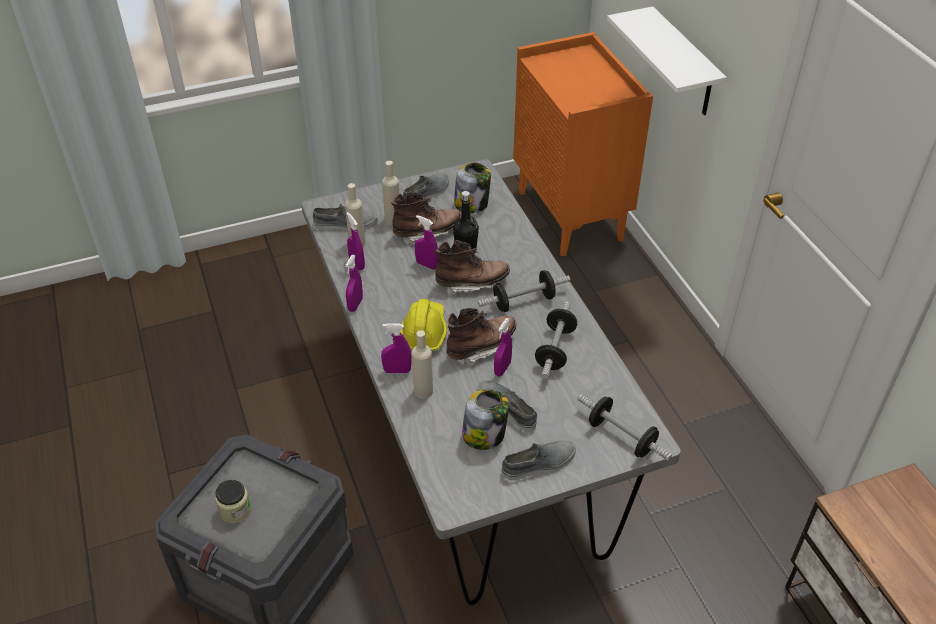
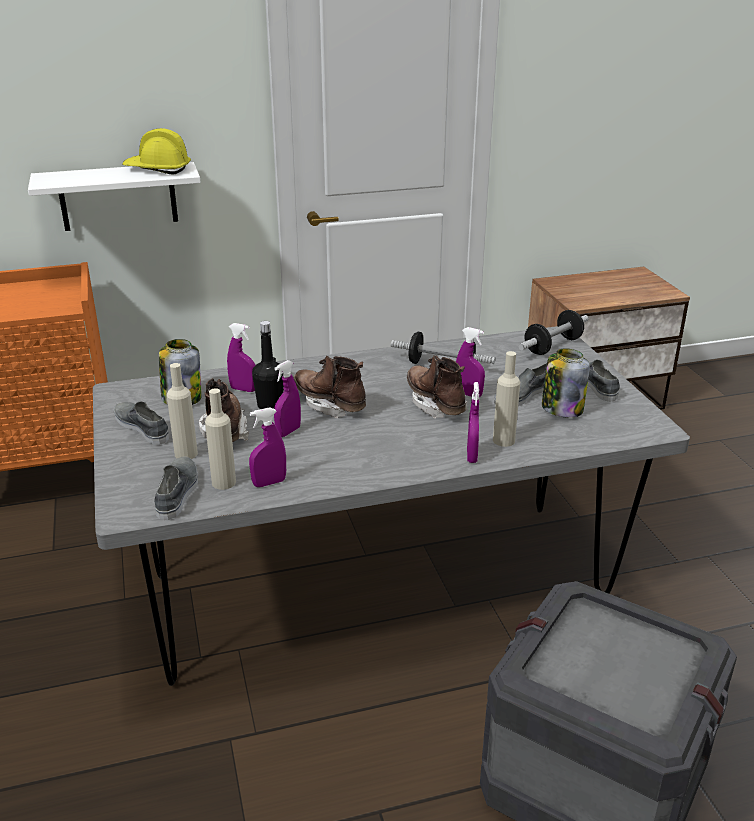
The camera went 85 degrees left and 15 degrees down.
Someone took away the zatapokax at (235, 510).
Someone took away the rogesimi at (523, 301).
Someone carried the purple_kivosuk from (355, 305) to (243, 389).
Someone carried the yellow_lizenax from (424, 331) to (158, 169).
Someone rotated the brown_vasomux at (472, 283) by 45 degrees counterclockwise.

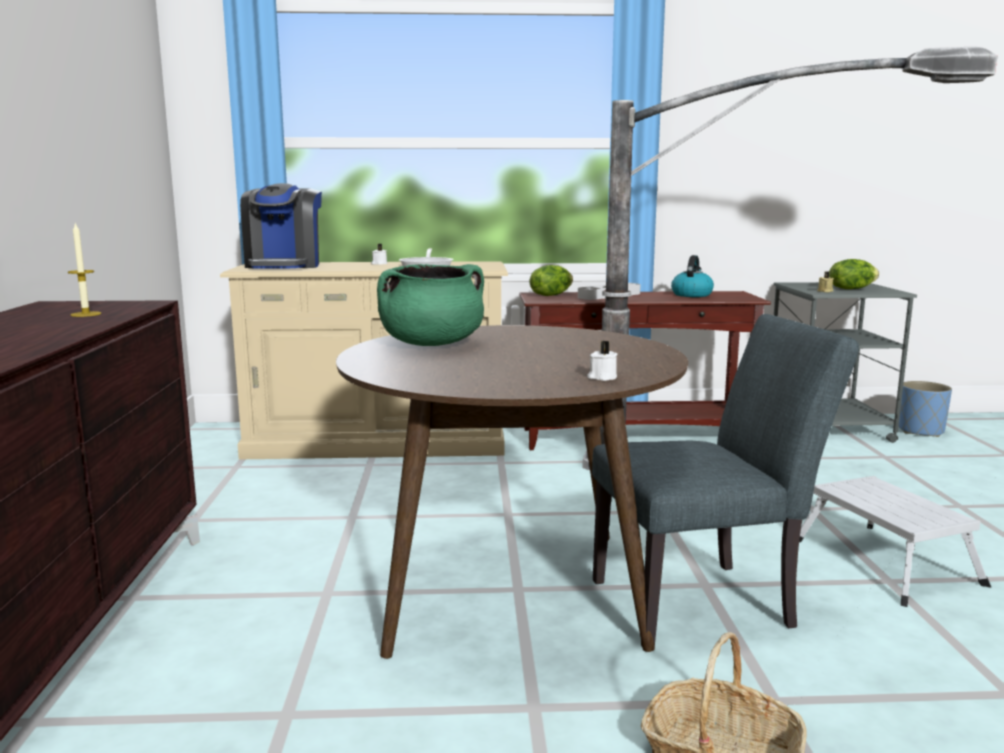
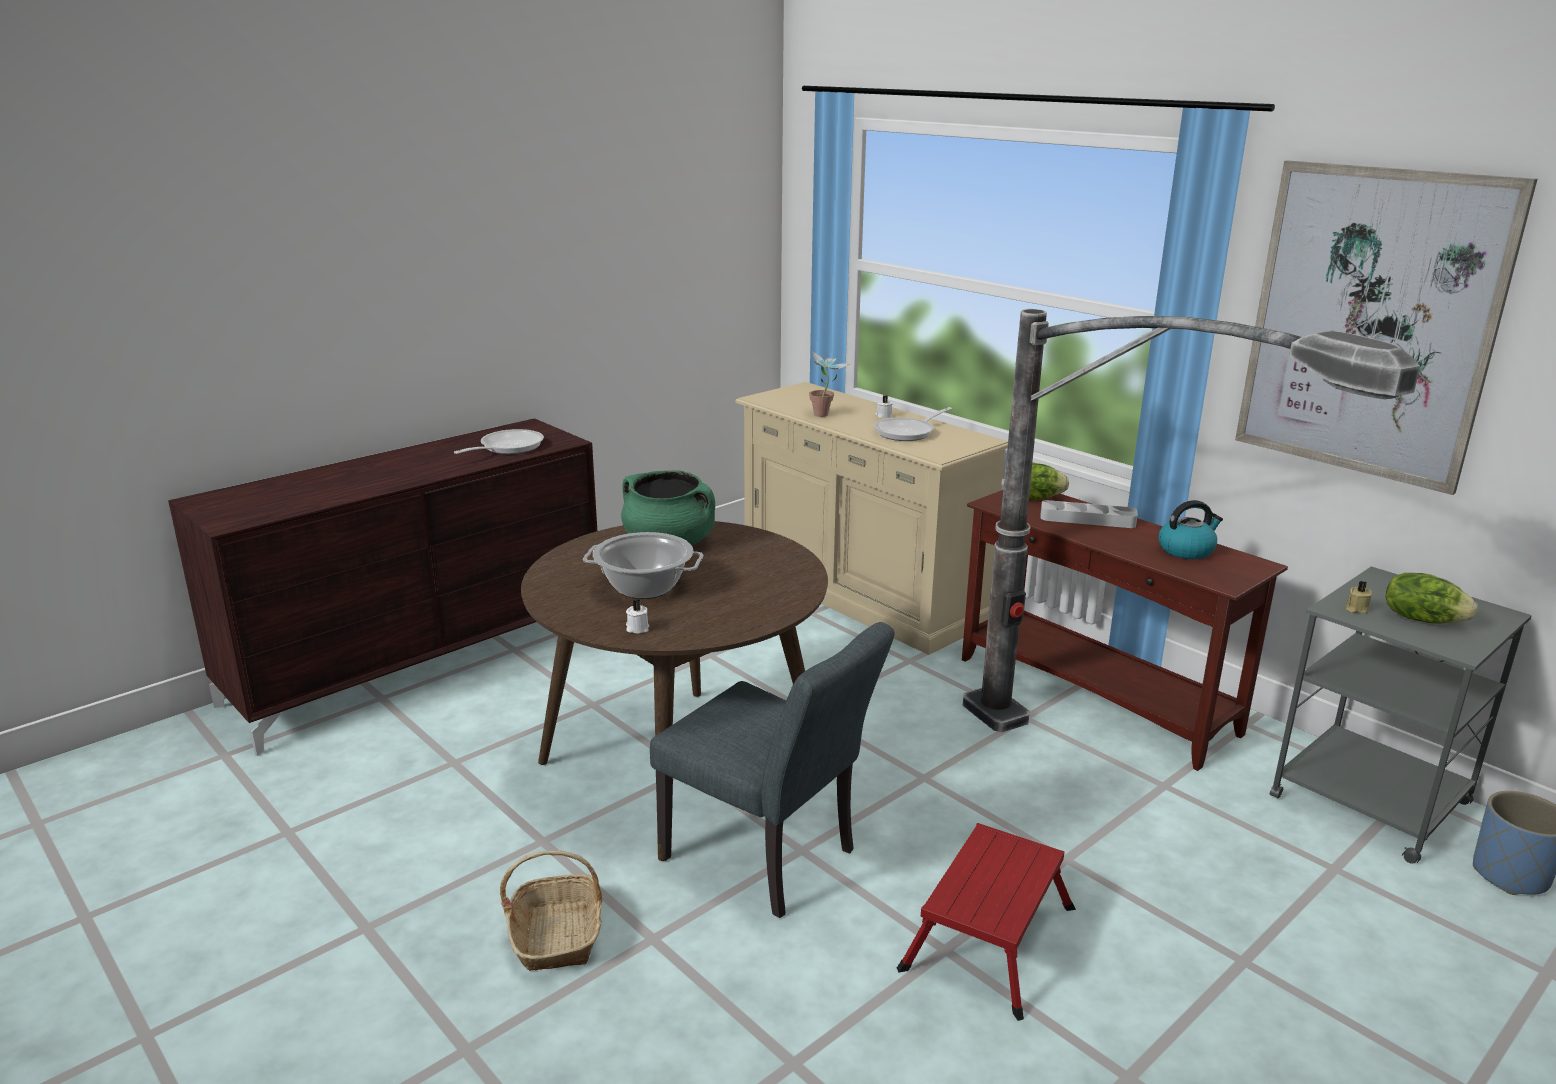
The camera went 50 degrees right and 10 degrees up.
Someone took away the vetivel at (284, 266).
Someone put down the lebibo at (644, 587).
Someone put down the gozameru at (825, 416).
Someone put up the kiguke at (1370, 323).
Someone swapped the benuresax at (86, 314) for the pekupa at (507, 448).
Someone repainted the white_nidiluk at (886, 562), which became the red_nidiluk at (988, 938).

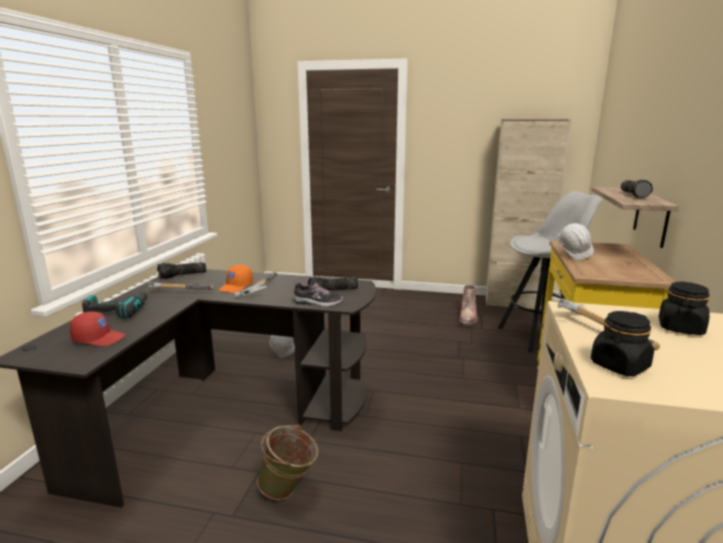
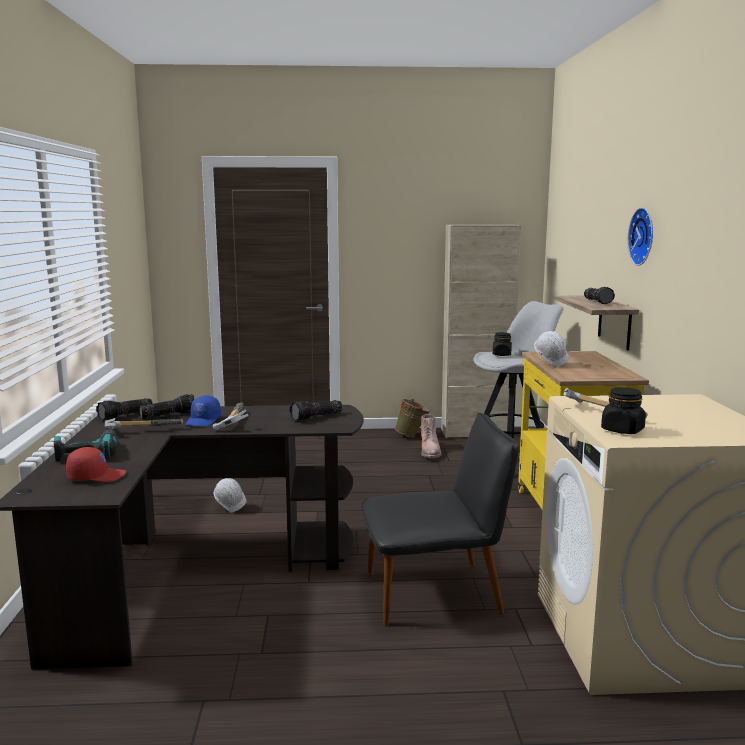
The camera went 15 degrees left and 5 degrees down.
Someone took away the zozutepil at (317, 303).
Someone put down the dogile at (168, 415).
Someone put down the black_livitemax at (432, 592).
Someone put up the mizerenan at (644, 236).
Someone carried the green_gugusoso from (289, 491) to (412, 436).
Someone carried the black_zatapokax from (680, 328) to (501, 354).
Someone repainted the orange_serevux at (236, 287), which became the blue_serevux at (203, 421).

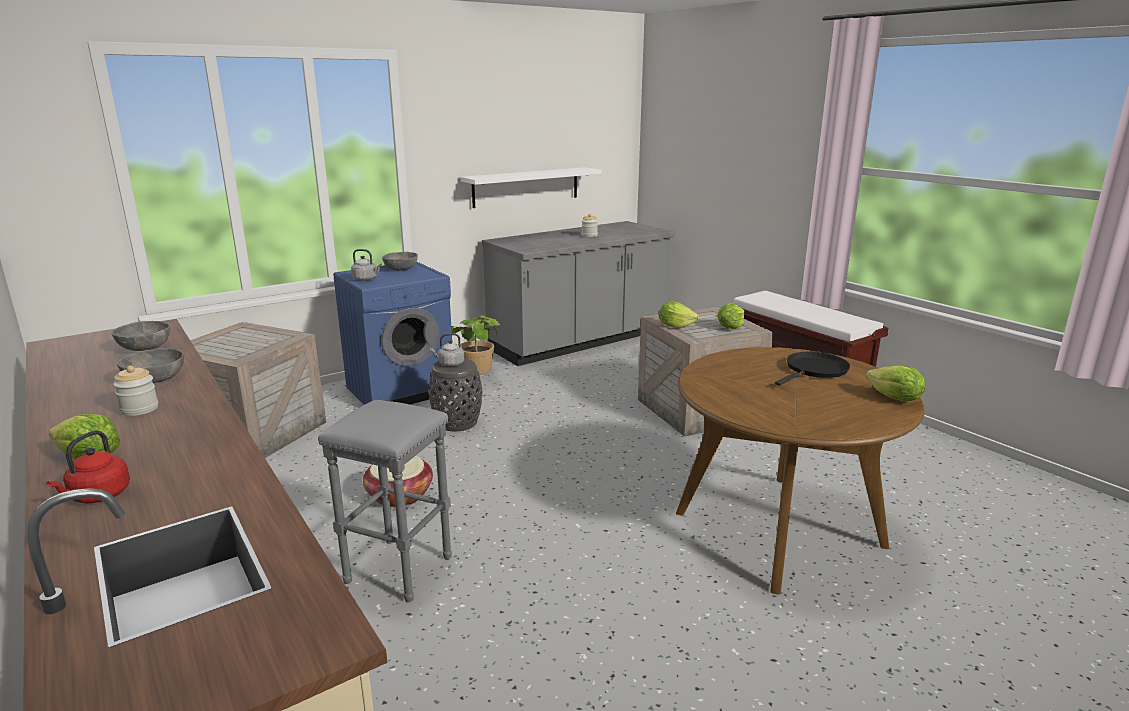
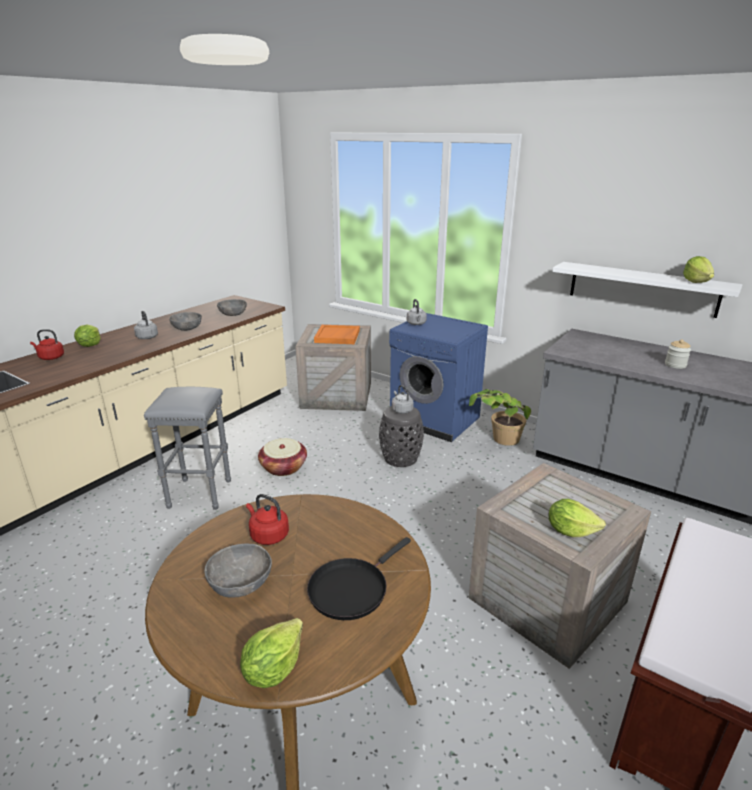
The camera went 70 degrees right and 5 degrees up.
Someone put down the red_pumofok at (268, 535).
Someone put down the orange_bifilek at (337, 336).
Someone carried the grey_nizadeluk from (401, 269) to (241, 584).
Someone carried the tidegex from (675, 326) to (696, 282).
Someone swapped the zatapokax at (139, 409) for the grey_pumofok at (147, 337).
Someone rotated the black_pekupa at (814, 370) by 105 degrees clockwise.

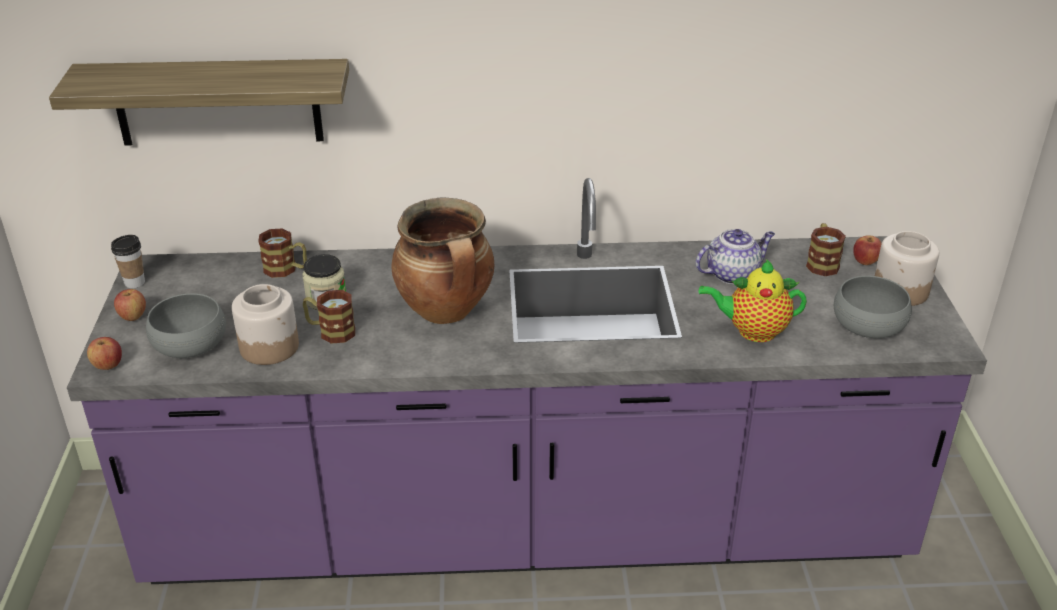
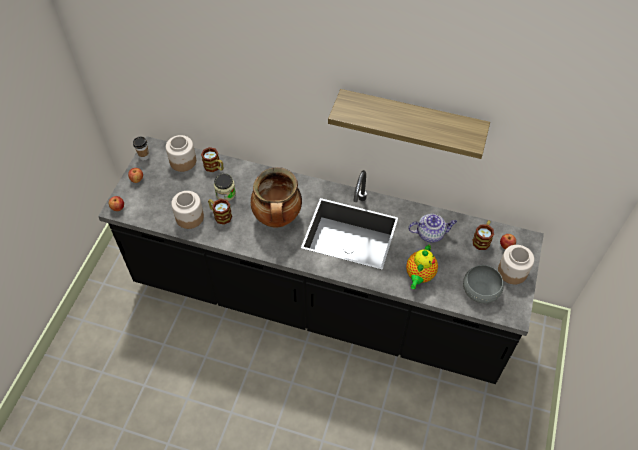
The camera went 20 degrees right and 20 degrees up.
Someone took away the grey_nizadeluk at (190, 344).
Someone put down the zatapokax at (182, 161).
Someone carried the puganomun from (217, 102) to (411, 122).
Someone repainted the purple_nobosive at (528, 528), which became the black_nobosive at (319, 302).
Someone rotated the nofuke at (752, 331) by 90 degrees counterclockwise.

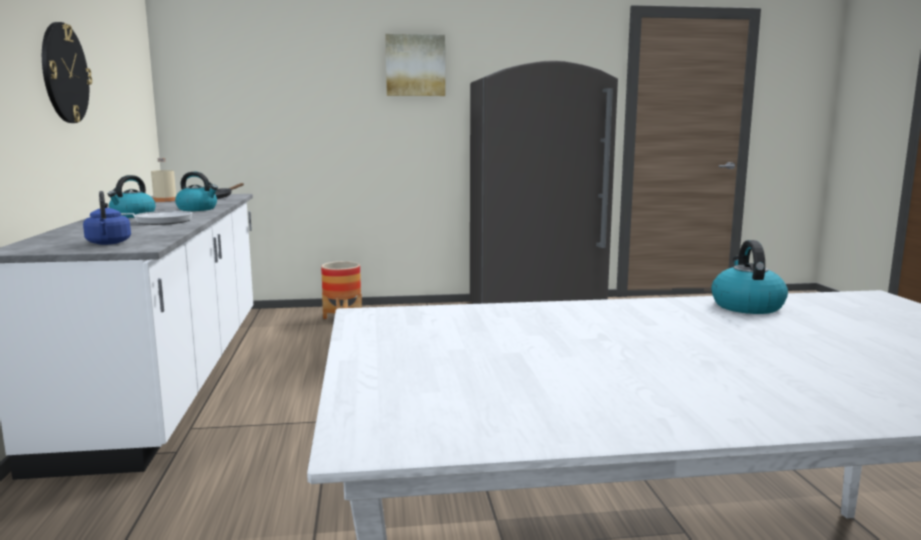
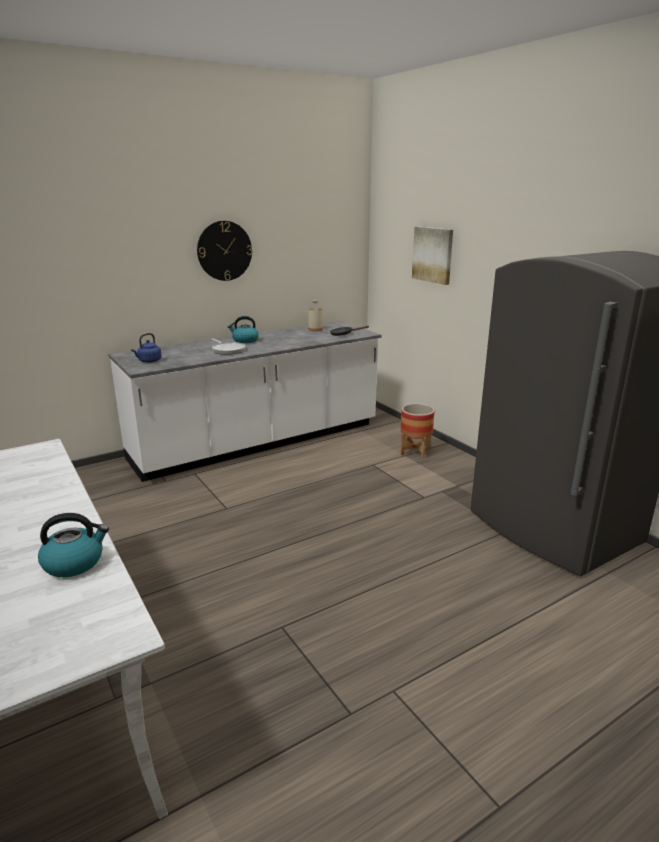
The camera went 65 degrees right and 10 degrees up.
Someone took away the pumofok at (198, 209).
Someone carried the kiguke from (415, 65) to (433, 255).

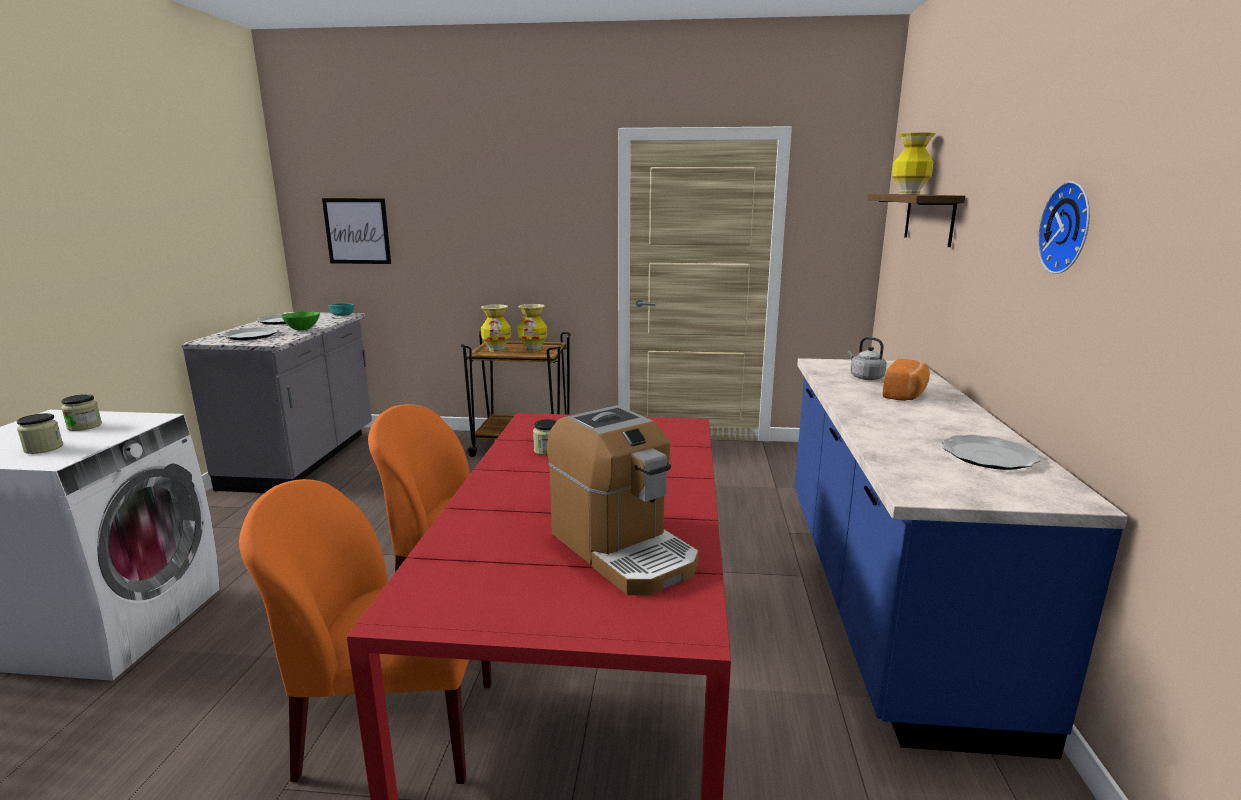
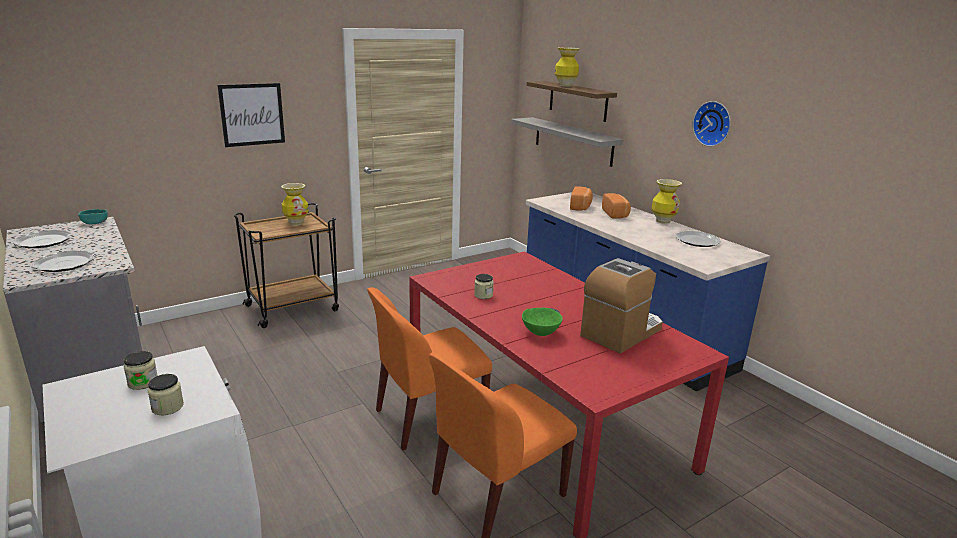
The camera went 40 degrees left and 5 degrees up.
Someone put up the grey_puganomun at (573, 141).
Someone carried the green_nizadeluk from (303, 329) to (541, 333).
Someone carried the kiguke from (357, 231) to (252, 114).
Someone carried the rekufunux from (497, 350) to (663, 221).
Someone swapped the grey_pumofok at (865, 377) for the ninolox at (581, 207).
Someone rotated the vetivel at (622, 550) by 60 degrees counterclockwise.

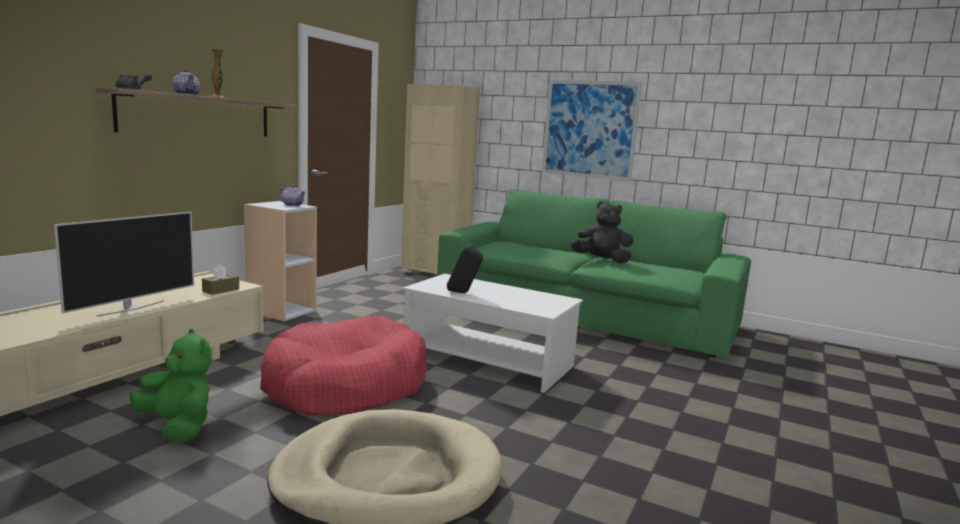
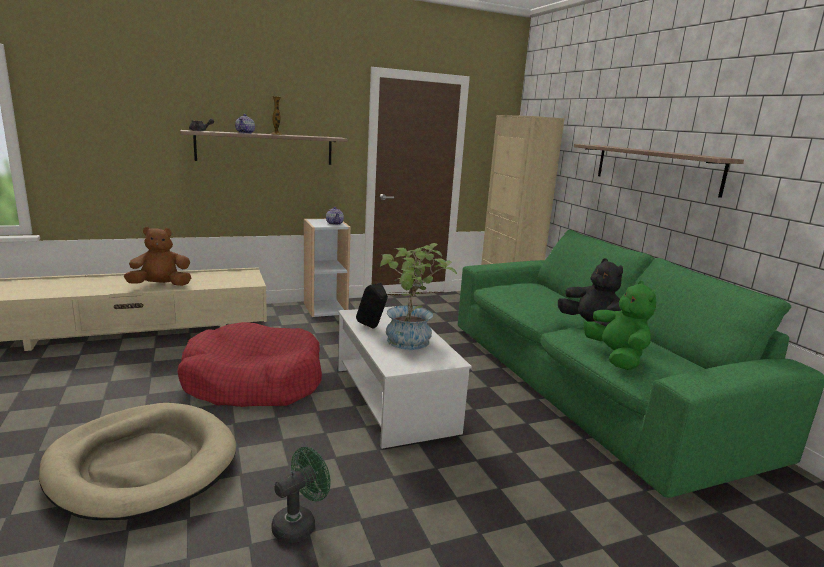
The camera went 40 degrees right and 5 degrees up.
Someone took away the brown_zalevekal at (221, 290).
Someone put down the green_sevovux at (299, 524).
Someone put down the gozameru at (410, 343).
Someone carried the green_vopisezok from (178, 427) to (616, 357).
Someone swapped the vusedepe at (131, 308) for the brown_vopisezok at (161, 285).
Someone swapped the kiguke at (589, 129) for the puganomun at (655, 168).

